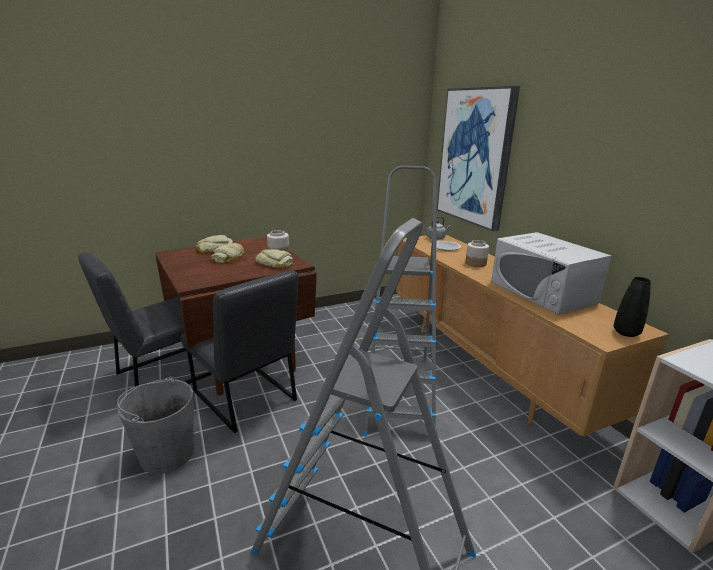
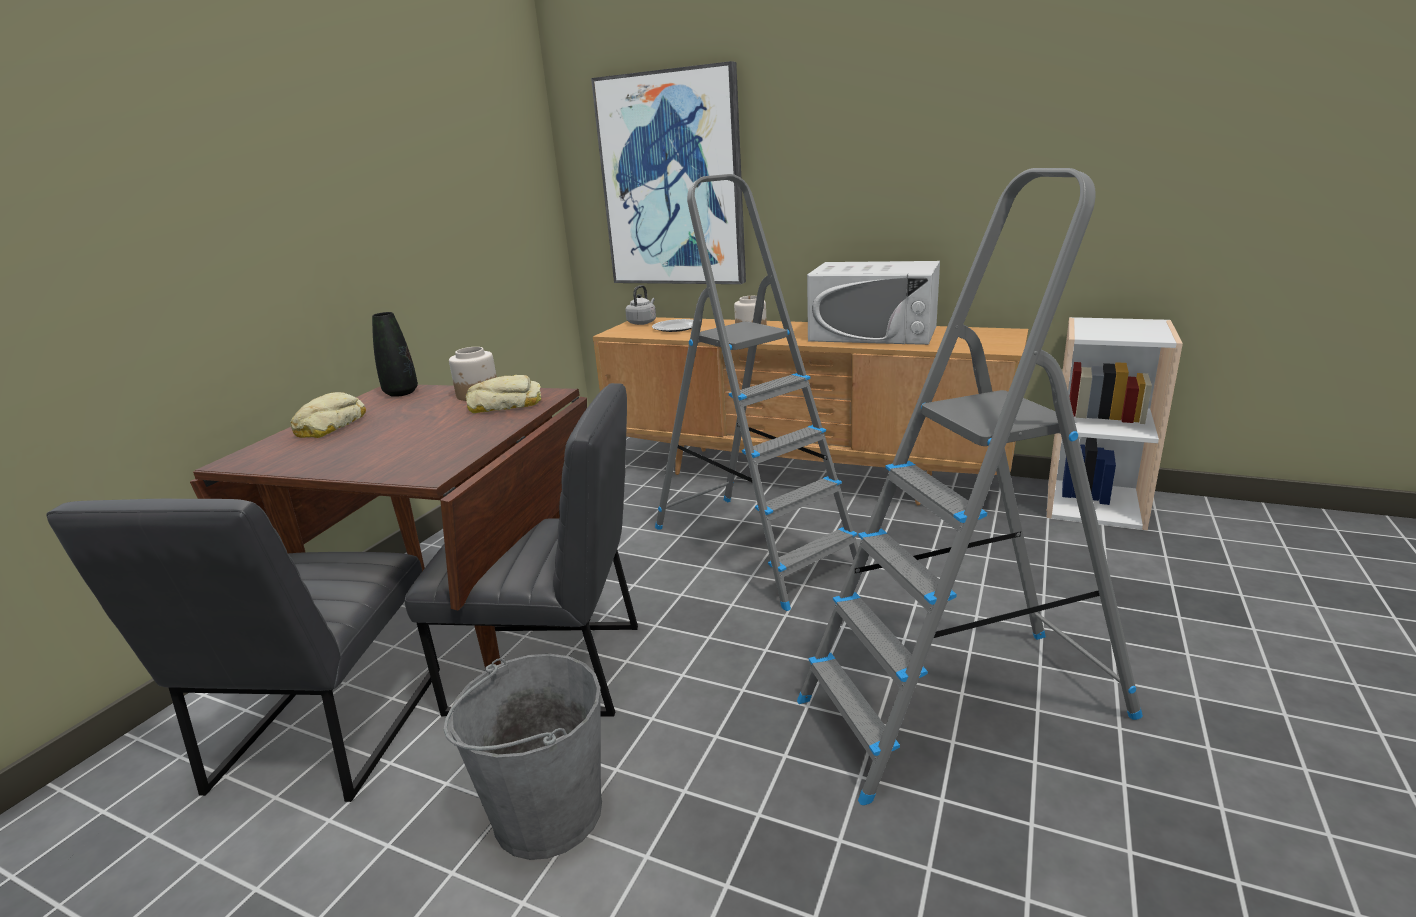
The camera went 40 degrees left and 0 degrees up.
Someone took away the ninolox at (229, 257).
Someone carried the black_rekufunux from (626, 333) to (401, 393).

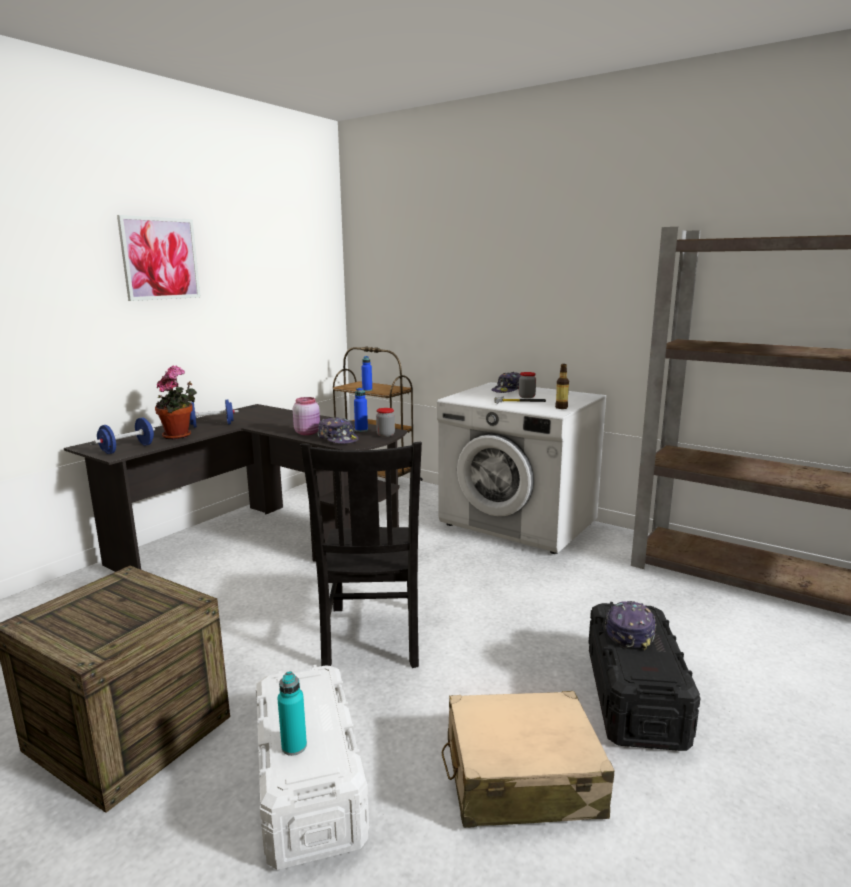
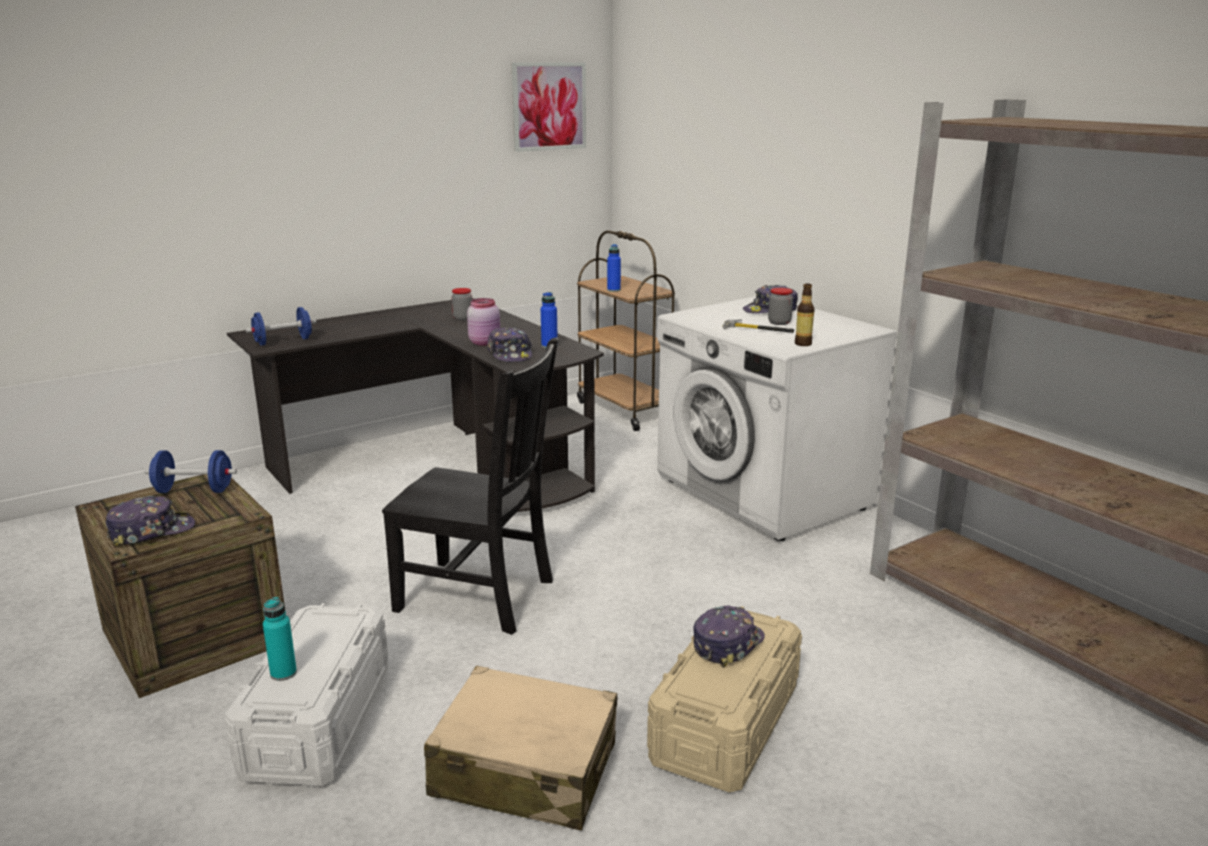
The camera went 20 degrees right and 5 degrees up.
Someone took away the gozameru at (179, 436).
Someone put down the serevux at (151, 531).
Someone carried the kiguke from (160, 258) to (549, 106).
Someone carried the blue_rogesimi from (212, 425) to (194, 490).
Someone carried the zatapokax from (385, 435) to (463, 318).
Someone repainted the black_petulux at (634, 696), which became the beige_petulux at (725, 724).
Someone rotated the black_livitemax at (372, 638) by 90 degrees counterclockwise.

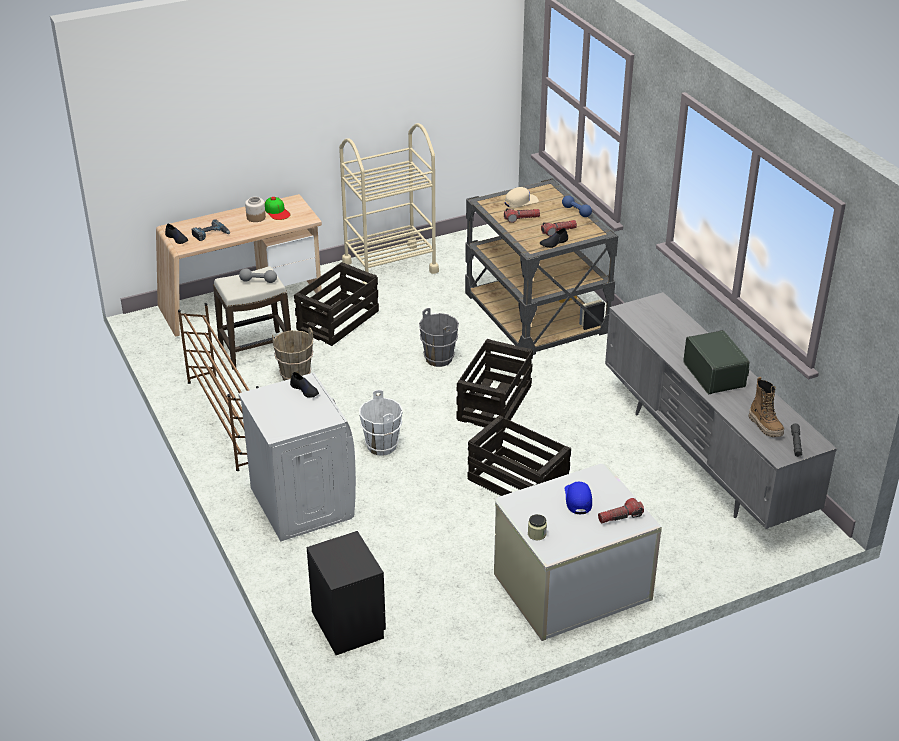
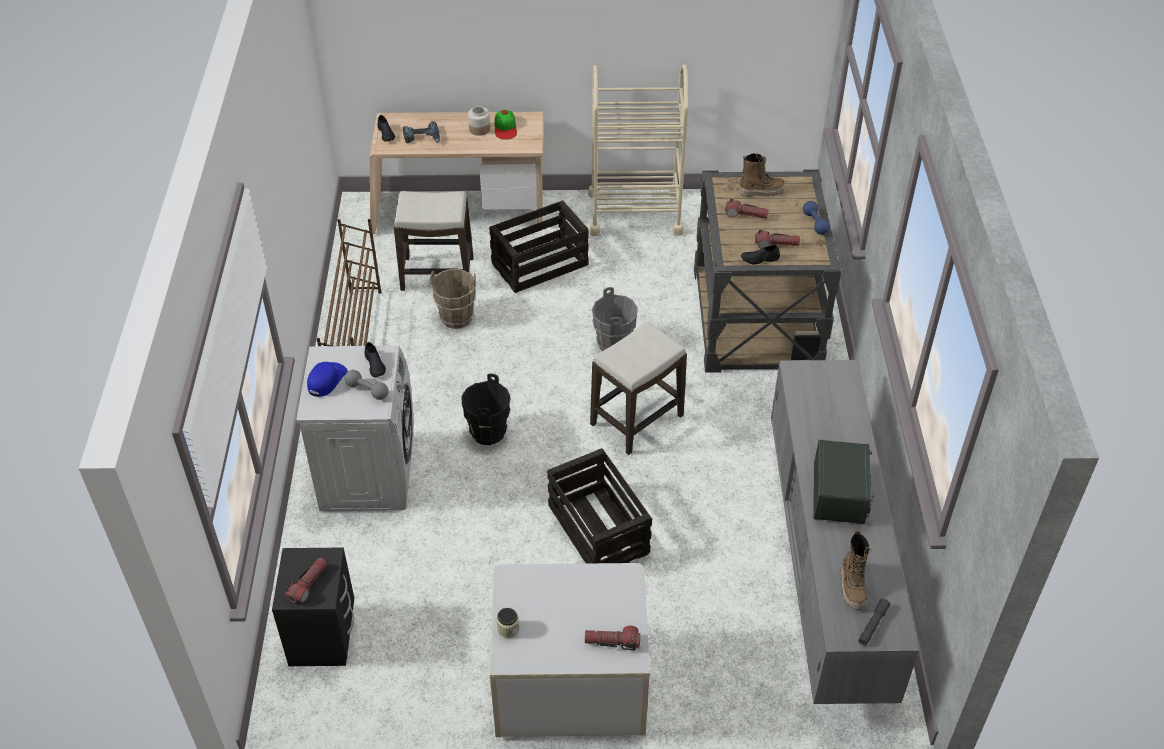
The camera went 25 degrees right and 10 degrees up.
Someone put down the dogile at (308, 584).
Someone carried the grey_rogesimi from (258, 281) to (367, 390).
Someone carried the blue_serevux from (578, 499) to (326, 380).
Someone swapped the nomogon at (494, 403) for the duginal at (636, 420).
Someone swapped the beige_serevux at (521, 201) for the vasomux at (761, 191).
Someone repainted the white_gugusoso at (381, 446), which became the black_gugusoso at (487, 433).

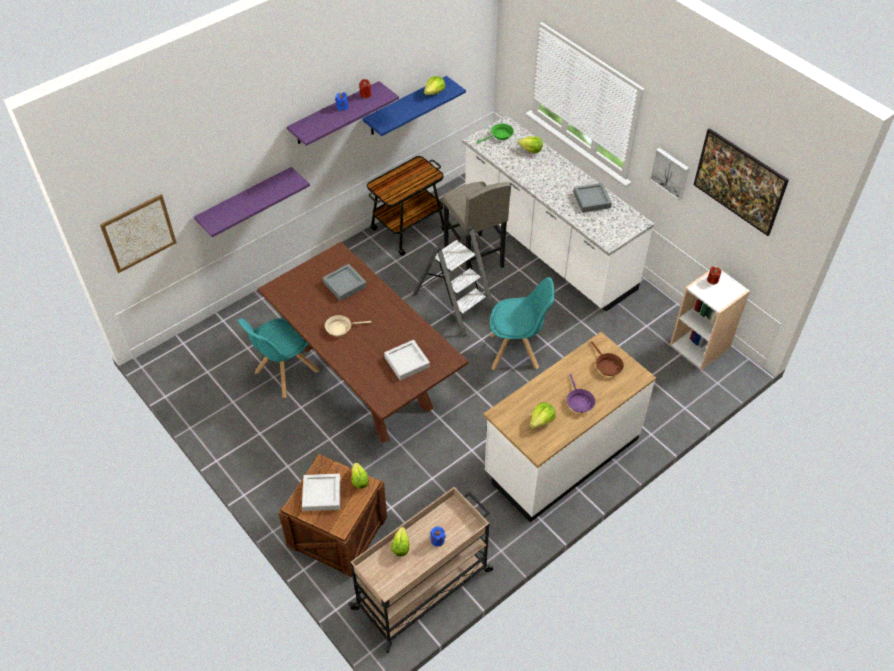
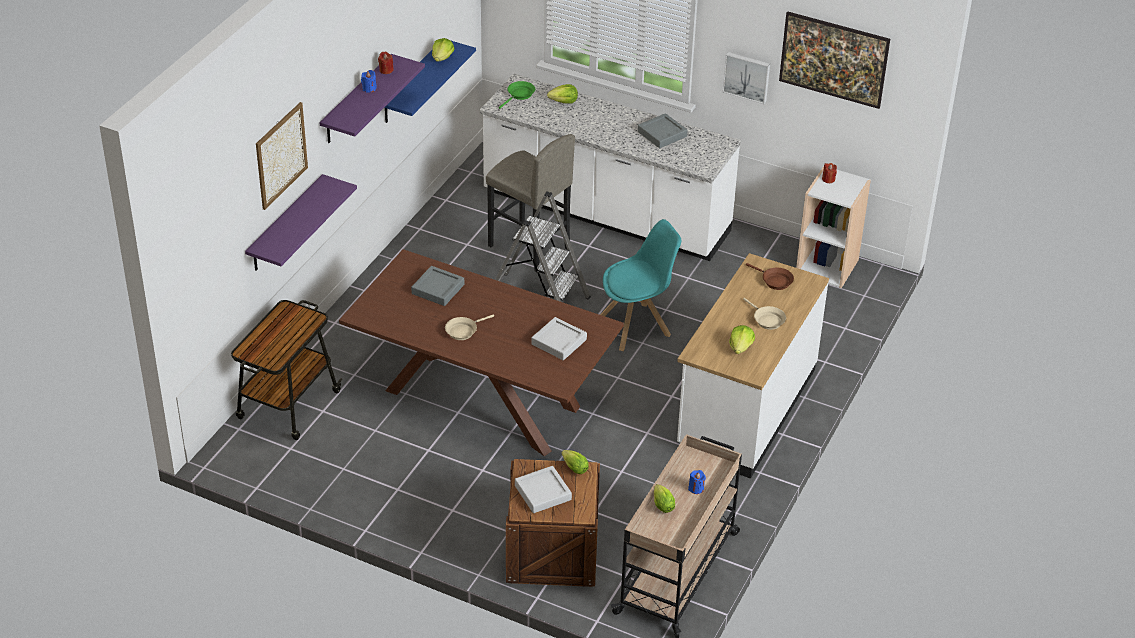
The camera went 25 degrees left and 10 degrees down.
Someone took away the turquoise_livitemax at (284, 373).
Someone carried the kiguke from (138, 232) to (281, 154).
Someone carried the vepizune from (407, 230) to (287, 406).
Someone repainted the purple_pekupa at (579, 401), which became the beige_pekupa at (767, 320).

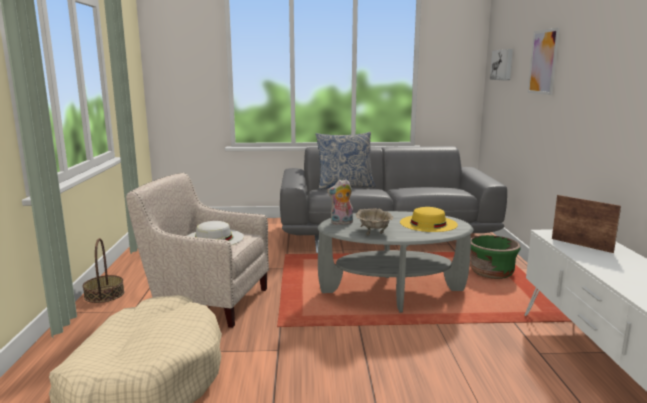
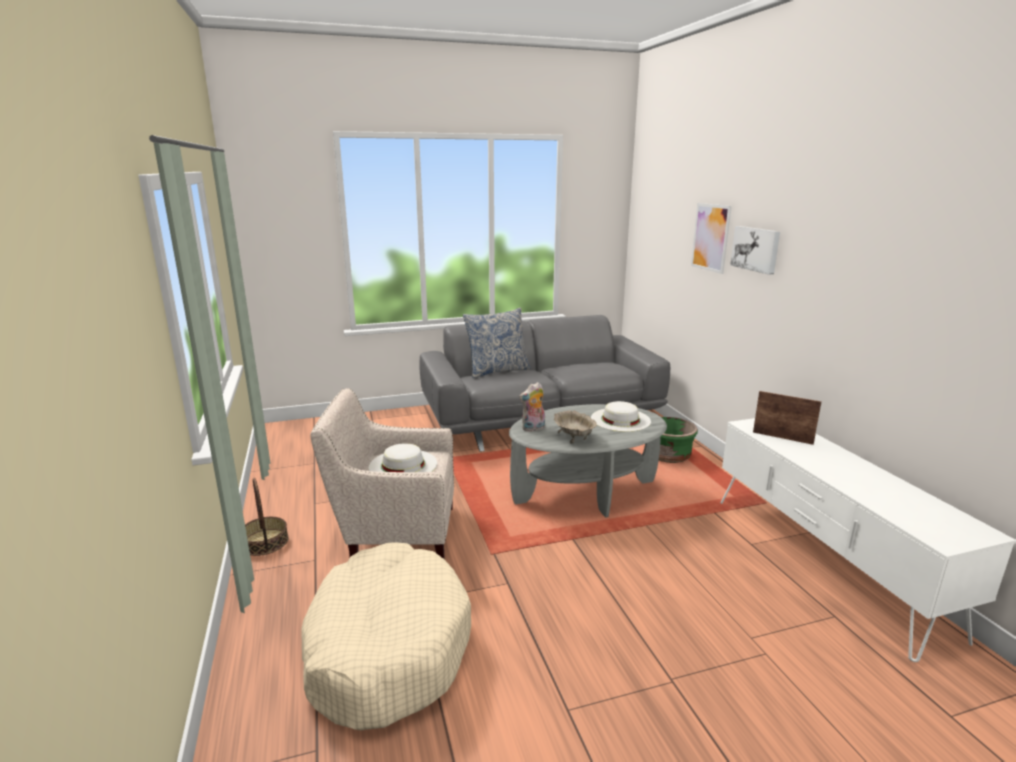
The camera went 15 degrees left and 5 degrees up.
Someone carried the kiguke from (503, 65) to (756, 249).
Someone repainted the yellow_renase at (428, 223), which became the white_renase at (620, 419).

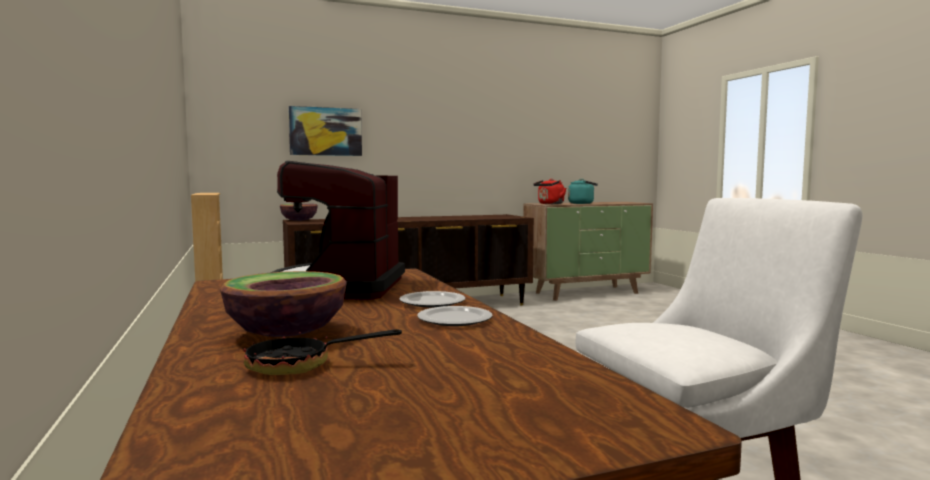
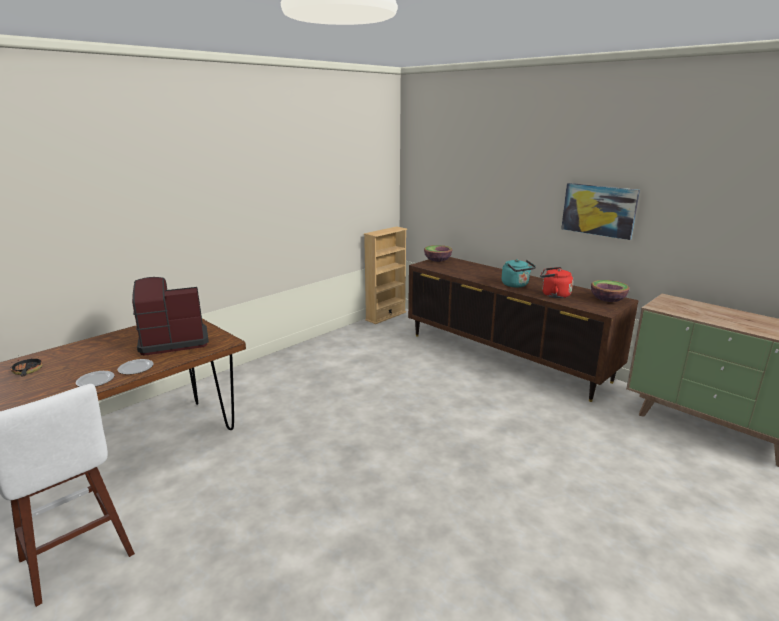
The camera went 65 degrees right and 15 degrees up.
Someone carried the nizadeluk from (286, 334) to (607, 300).
Someone carried the kiguke from (325, 131) to (599, 210).
Someone carried the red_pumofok from (550, 204) to (553, 295).
Someone carried the turquoise_pumofok from (582, 203) to (516, 285).

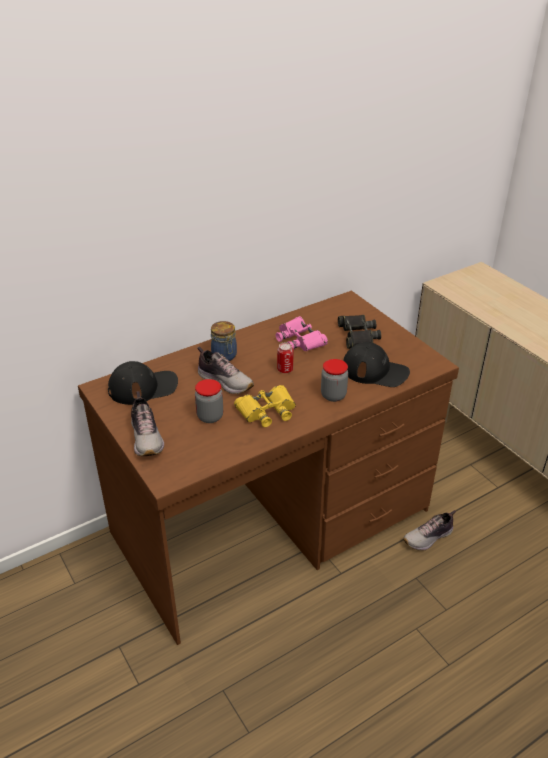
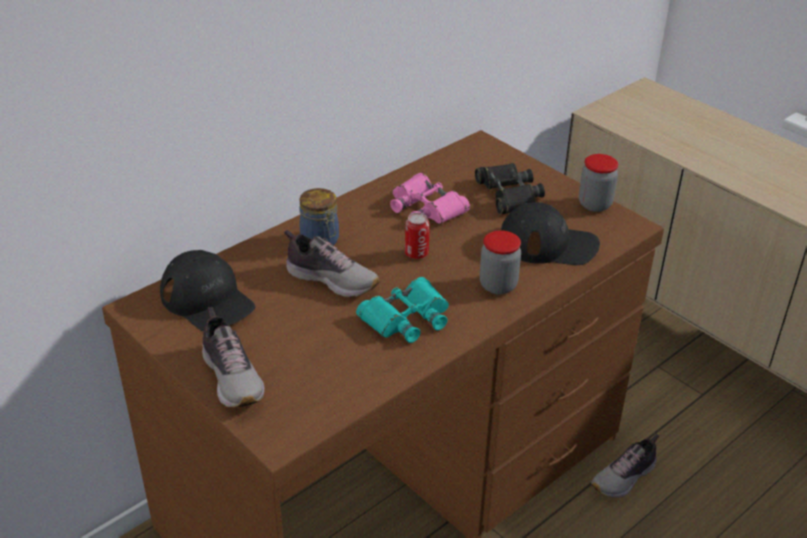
The camera went 10 degrees left and 0 degrees up.
Someone carried the zatapokax from (210, 416) to (595, 204).
Someone repainted the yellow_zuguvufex at (267, 411), which became the turquoise_zuguvufex at (406, 318).
Someone rotated the black_serevux at (143, 387) by 75 degrees clockwise.

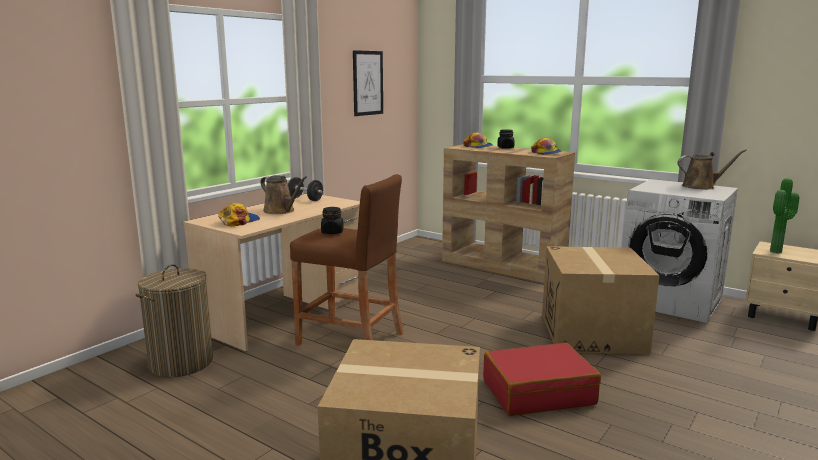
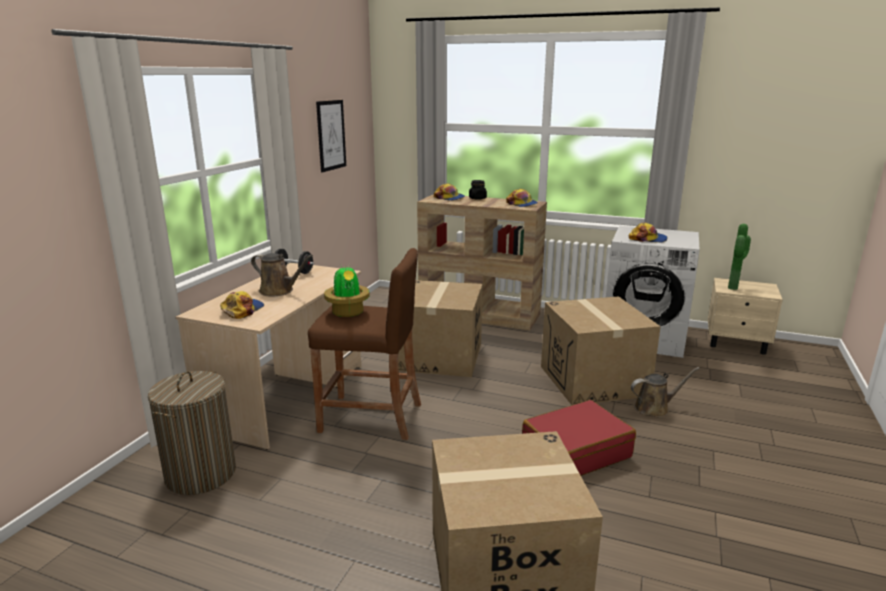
The camera went 15 degrees left and 5 degrees up.
Someone put down the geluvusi at (440, 357).
Someone put down the serevux at (648, 239).
Someone carried the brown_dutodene from (701, 186) to (654, 408).
Someone swapped the black_zatapokax at (332, 232) for the gozameru at (348, 313).

